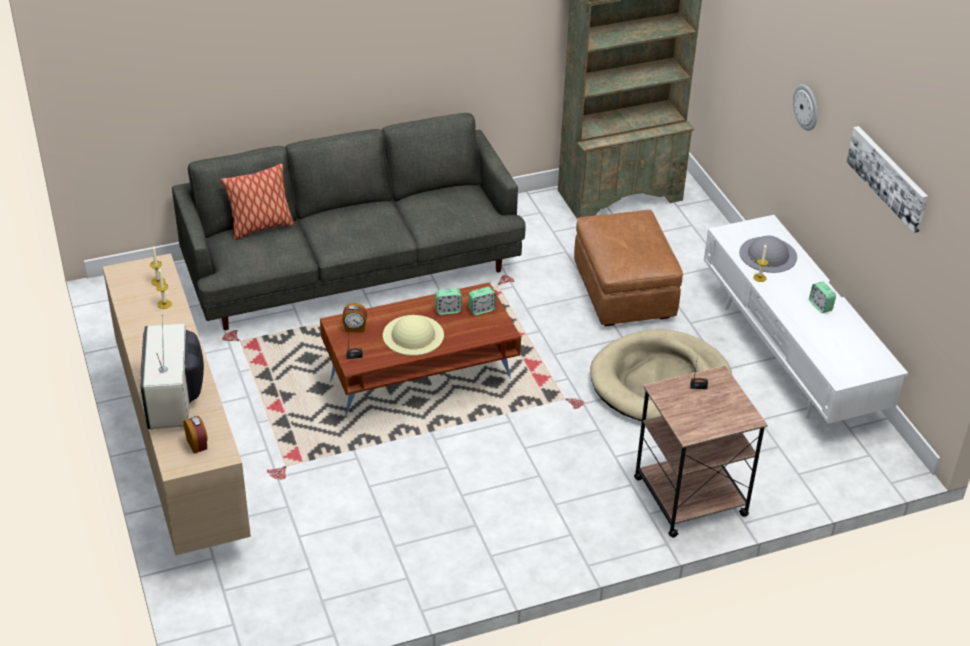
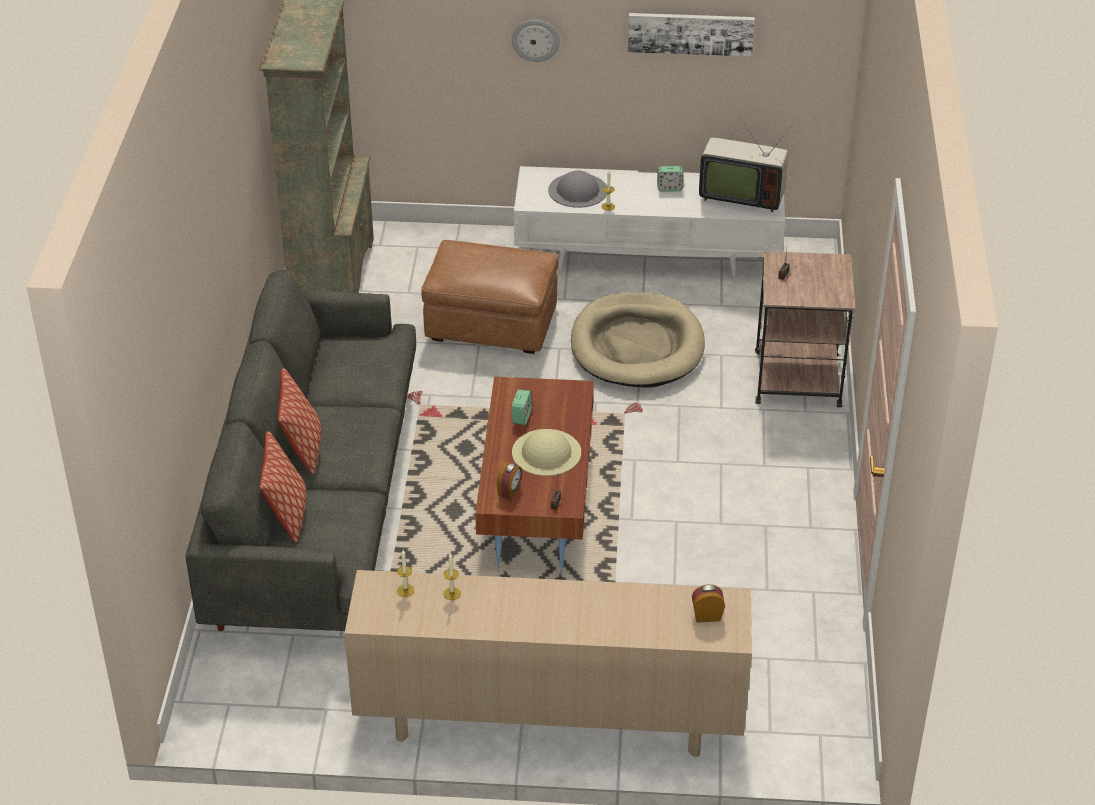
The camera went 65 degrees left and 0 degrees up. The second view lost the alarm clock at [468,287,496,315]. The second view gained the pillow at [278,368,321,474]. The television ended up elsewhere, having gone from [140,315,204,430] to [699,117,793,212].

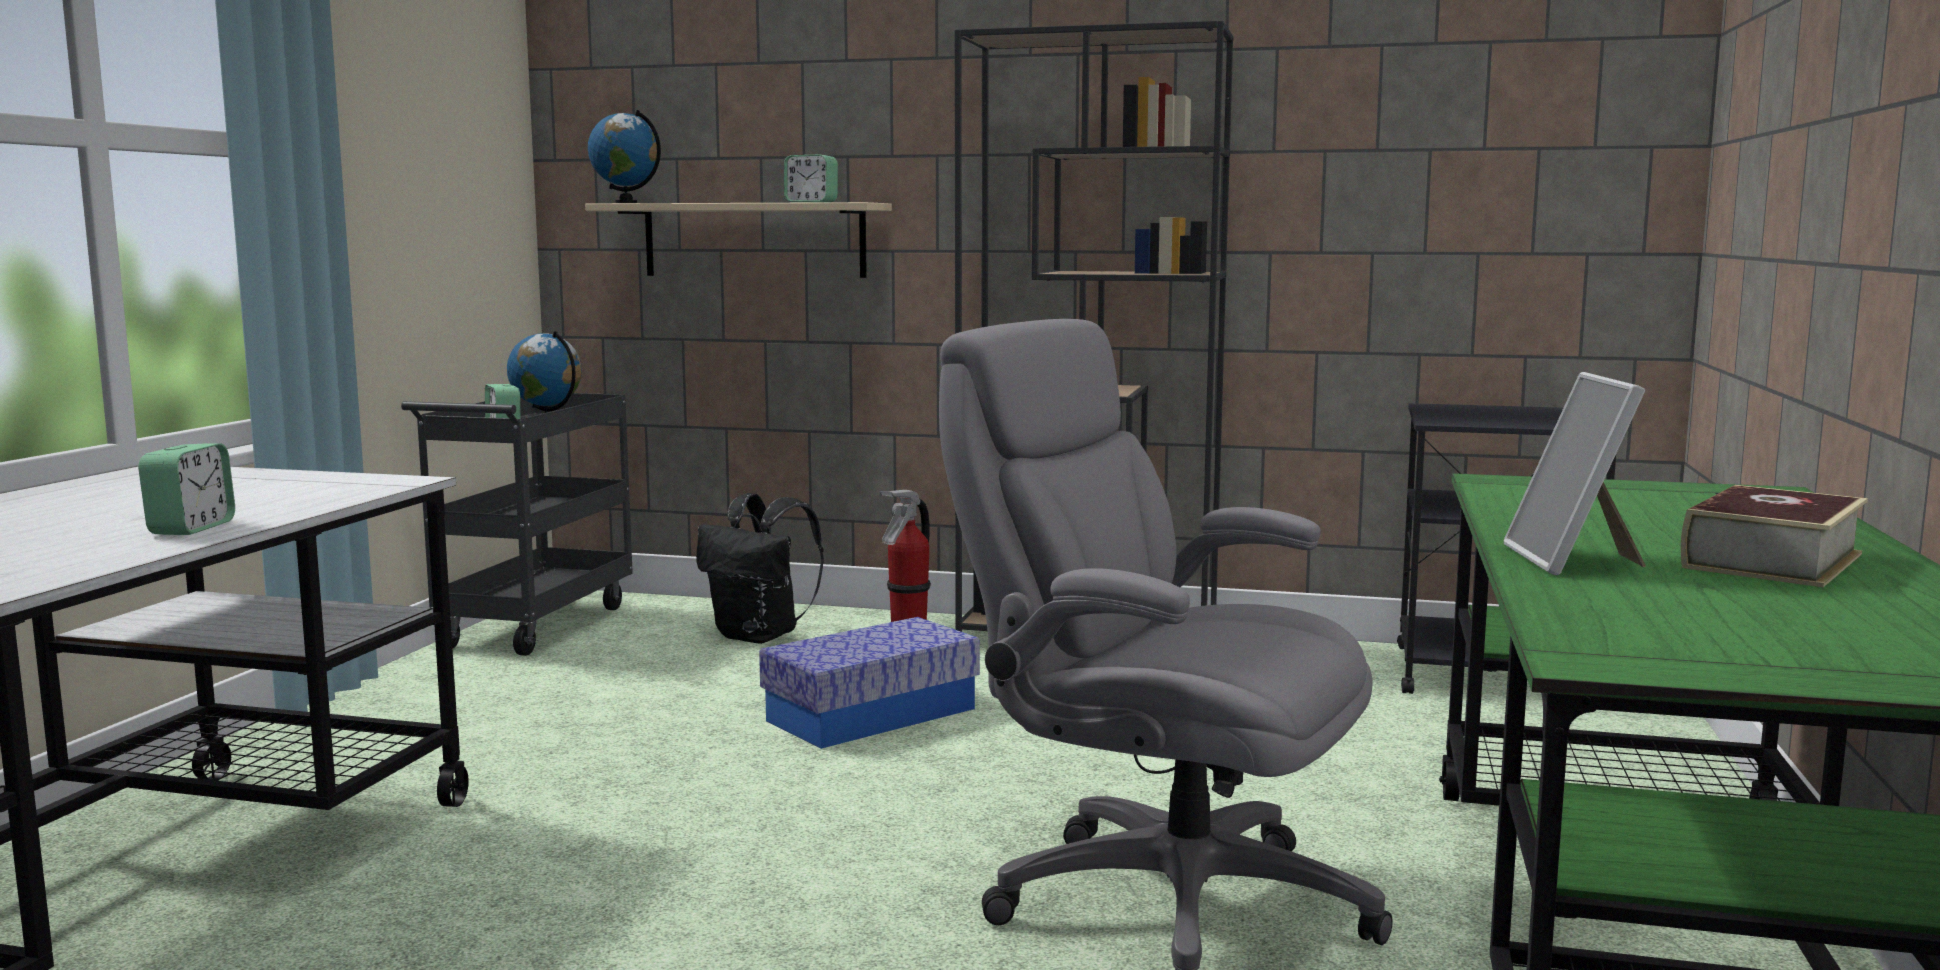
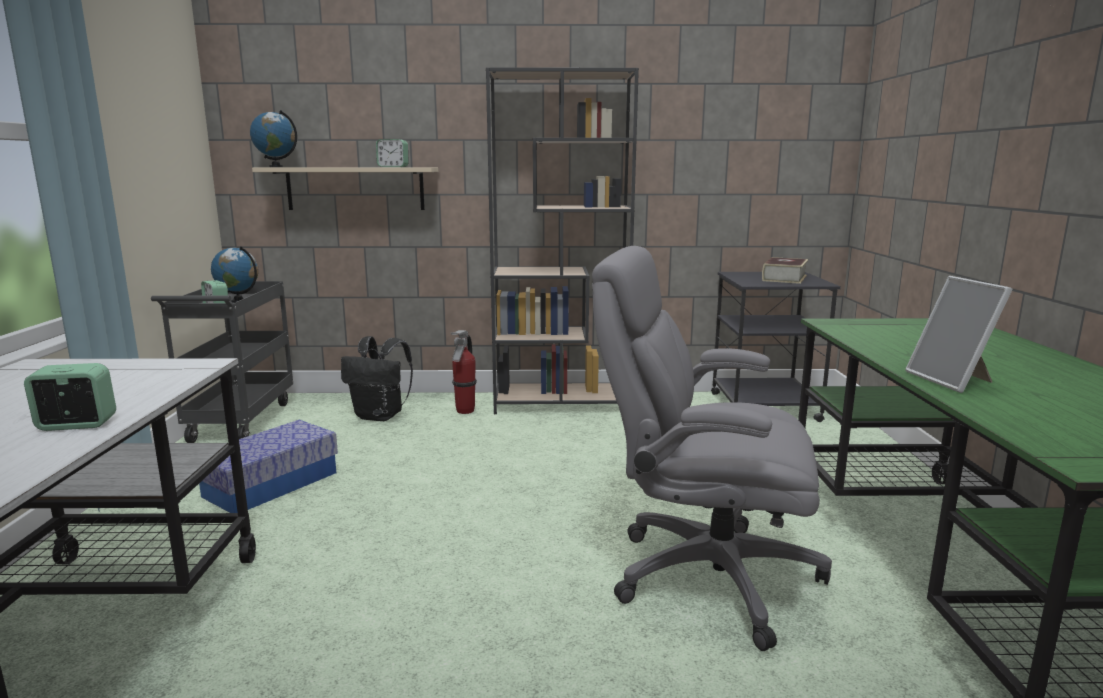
The camera went 15 degrees left and 5 degrees up. The storage box ended up elsewhere, having gone from [759,617,980,749] to [199,420,338,513]. The book ended up elsewhere, having gone from [1681,485,1868,587] to [762,257,808,284]. The alarm clock at [138,443,235,535] ended up facing another way, 90 degrees counterclockwise from before.

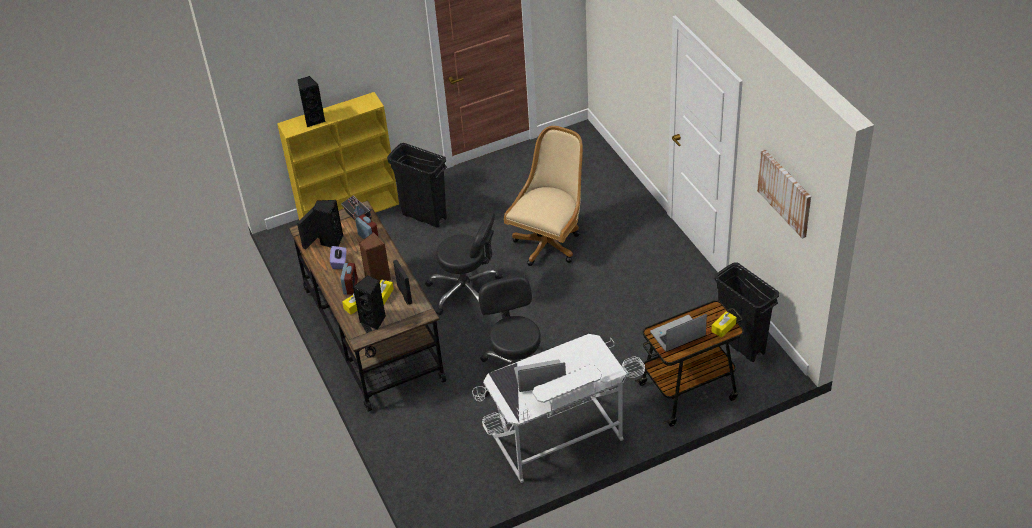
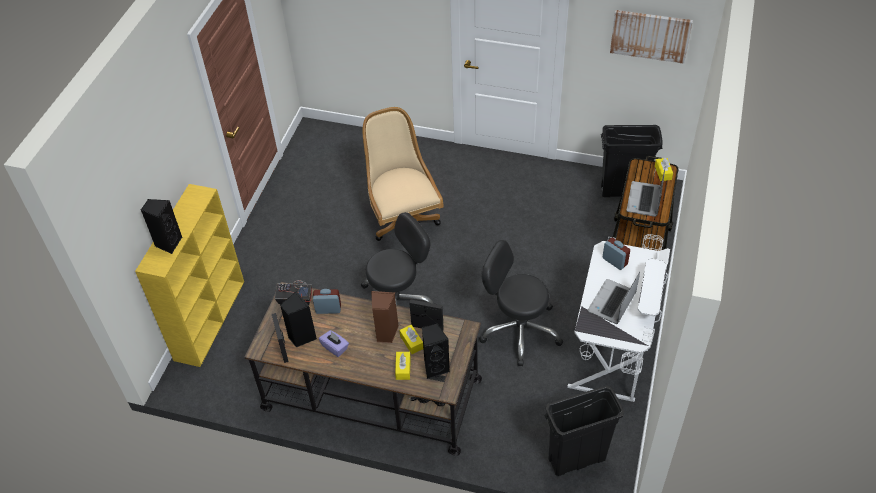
The camera went 50 degrees left and 5 degrees up. The alarm clock ended up elsewhere, having gone from [340,263,358,295] to [603,237,630,270]. The black trash can ended up elsewhere, having gone from [387,143,447,227] to [544,385,624,476].

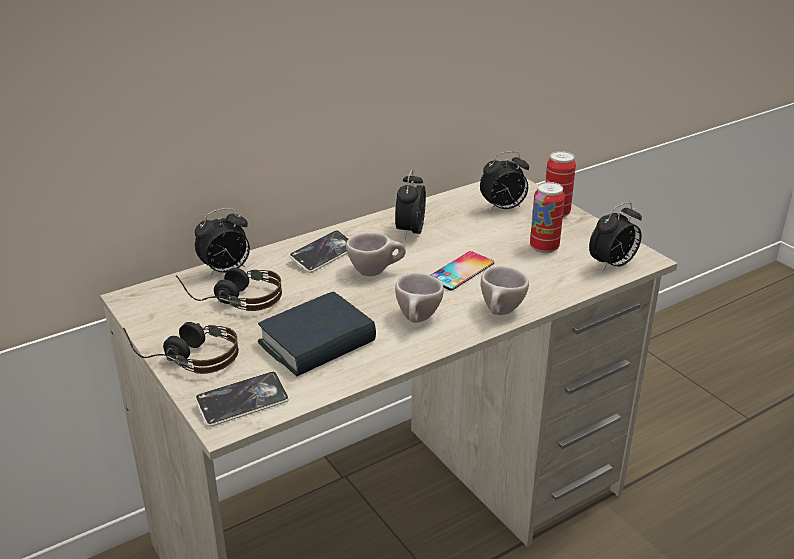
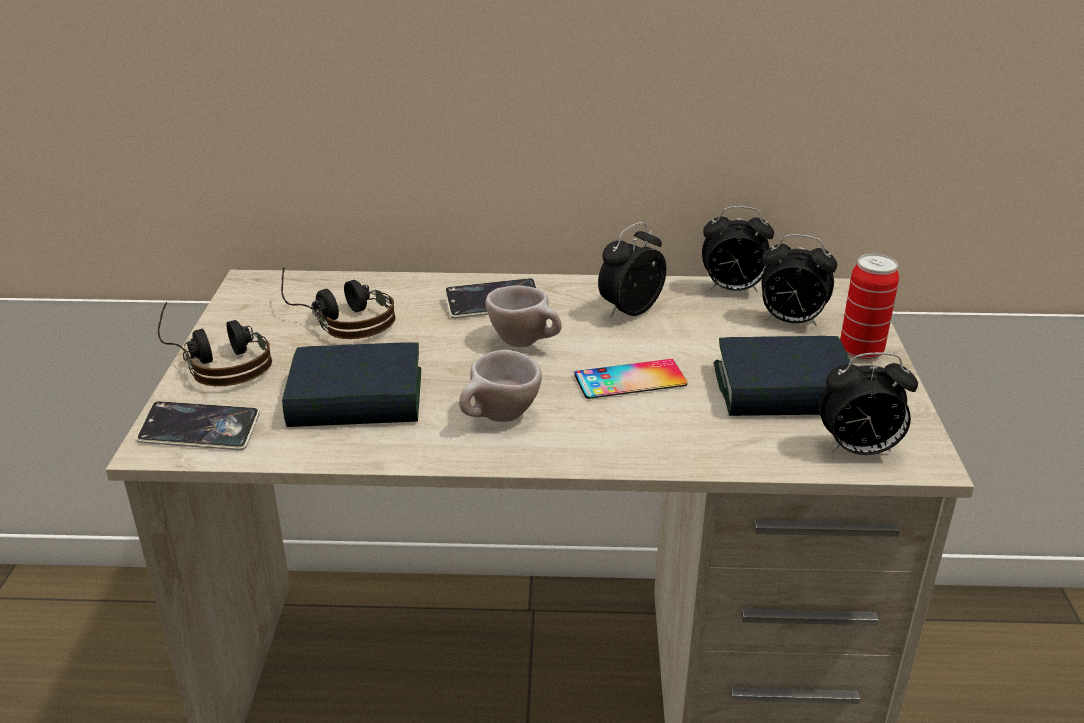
The camera went 35 degrees right and 0 degrees up. The second view lost the beige cup at [481,266,529,315]. The alarm clock ended up elsewhere, having gone from [195,208,250,277] to [702,206,774,292]. Where the can stood at [530,182,565,254], the book came to stand at [714,336,850,416].

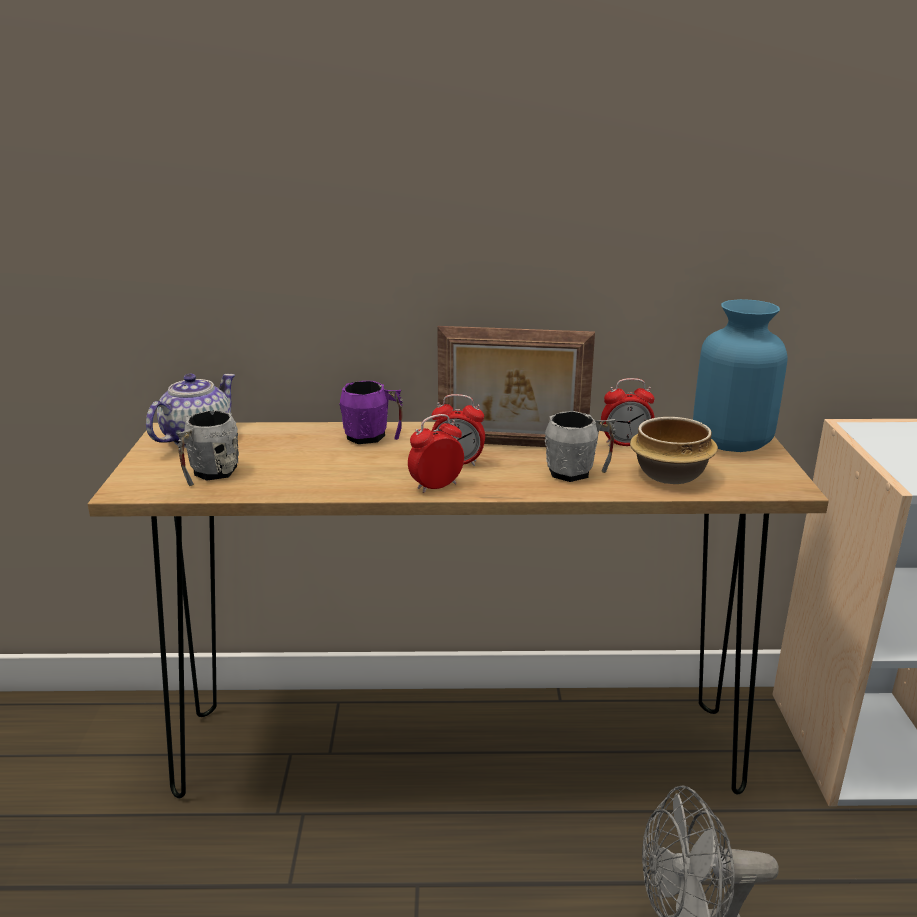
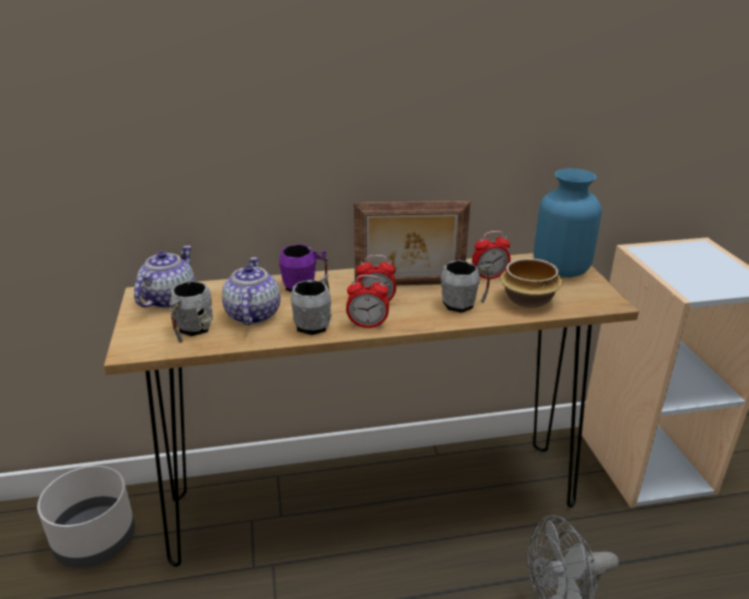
The camera went 10 degrees left and 5 degrees up. The second view gained the grey planter at [37,465,135,568]. The second view gained the teapot at [222,257,280,325]. The second view gained the grey mug at [291,274,332,335]. The alarm clock at [408,414,464,493] ended up facing another way, 135 degrees counterclockwise from before.

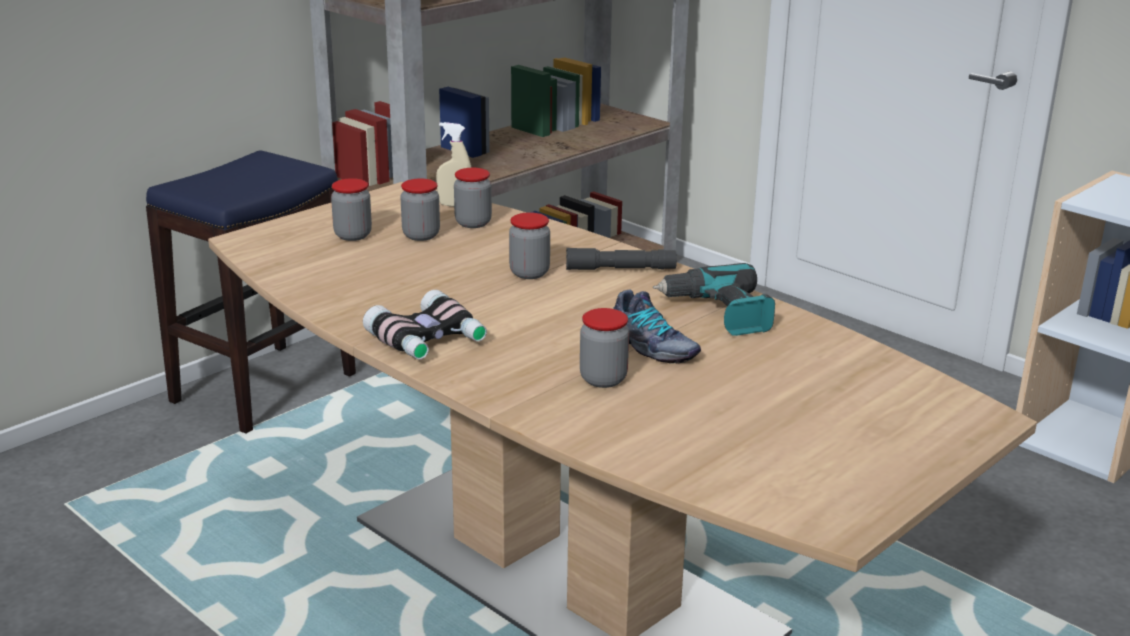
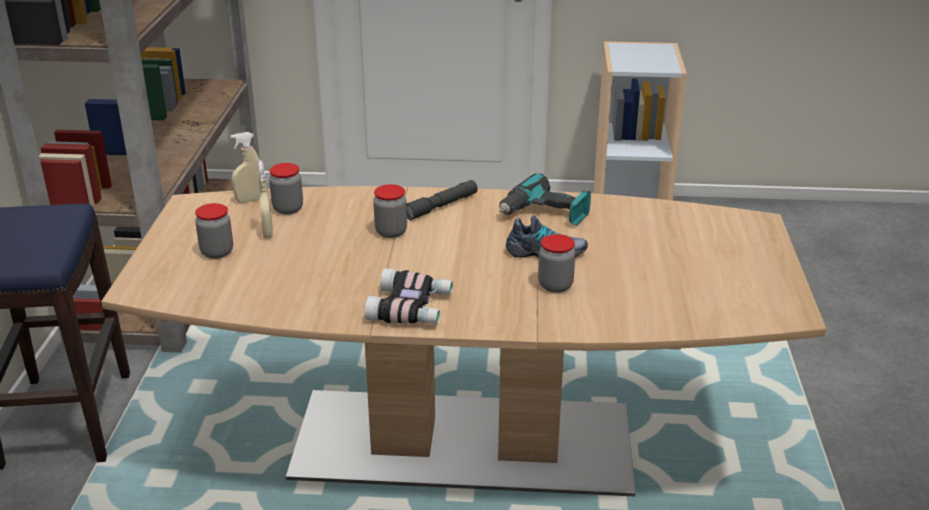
The camera went 40 degrees left and 5 degrees up. Where the jar stood at [400,178,440,241], the beige spray bottle came to stand at [258,161,273,238].

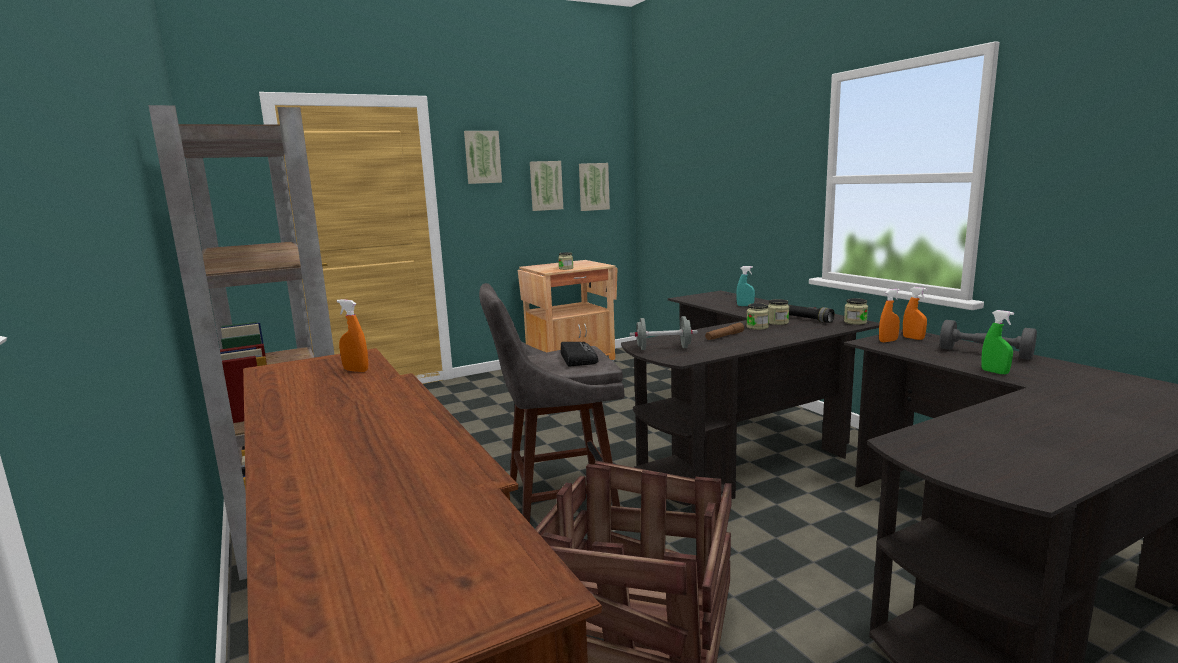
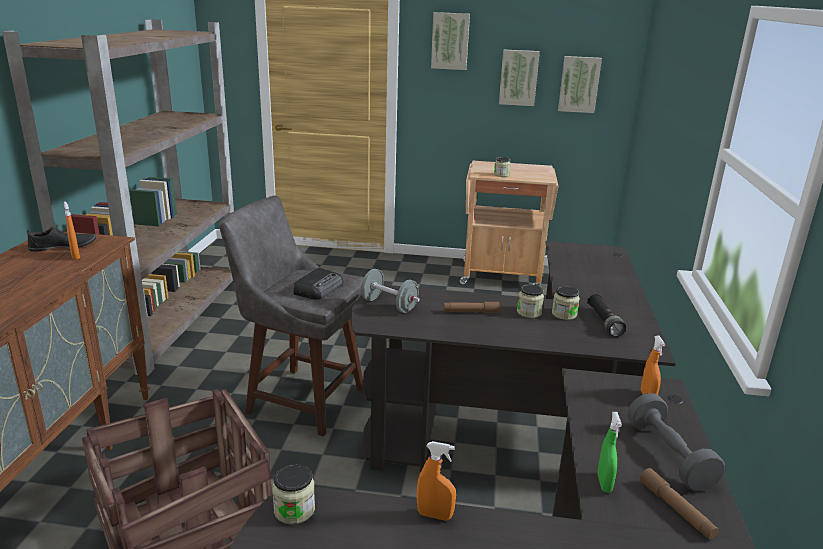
The camera went 35 degrees right and 10 degrees up. The second view lost the turquoise spray bottle at [736,266,755,306]. The second view gained the black shoe at [27,226,96,252]. The second view gained the brown flashlight at [640,468,718,539]. The jar ended up elsewhere, having gone from [844,298,868,325] to [272,464,315,524]. The orange spray bottle ended up elsewhere, having gone from [879,289,900,342] to [417,441,456,521].

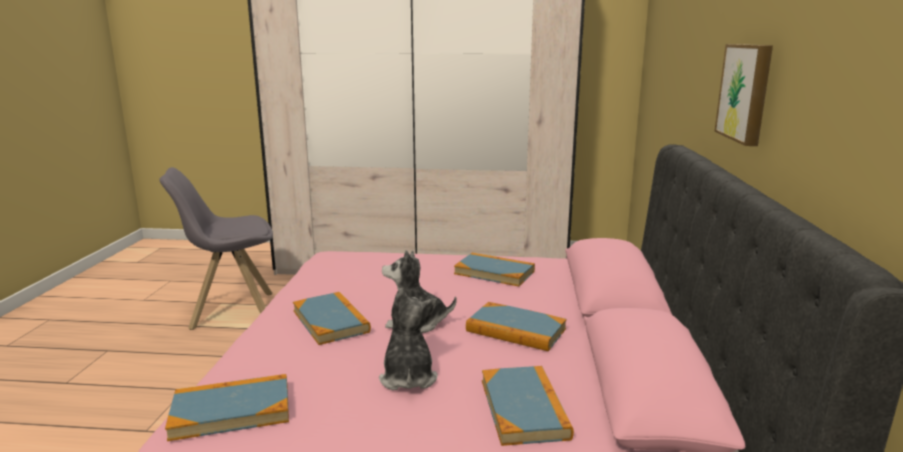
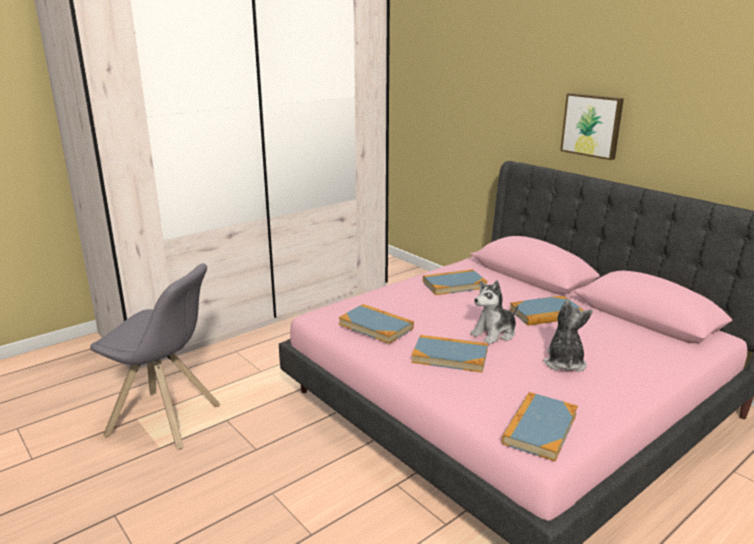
The camera went 45 degrees left and 5 degrees up. The book ended up elsewhere, having gone from [482,366,574,446] to [339,304,414,344]. The grey chair at [159,167,273,330] ended up facing another way, 105 degrees counterclockwise from before. The plush toy at [379,288,438,390] ended up facing another way, 60 degrees clockwise from before.

